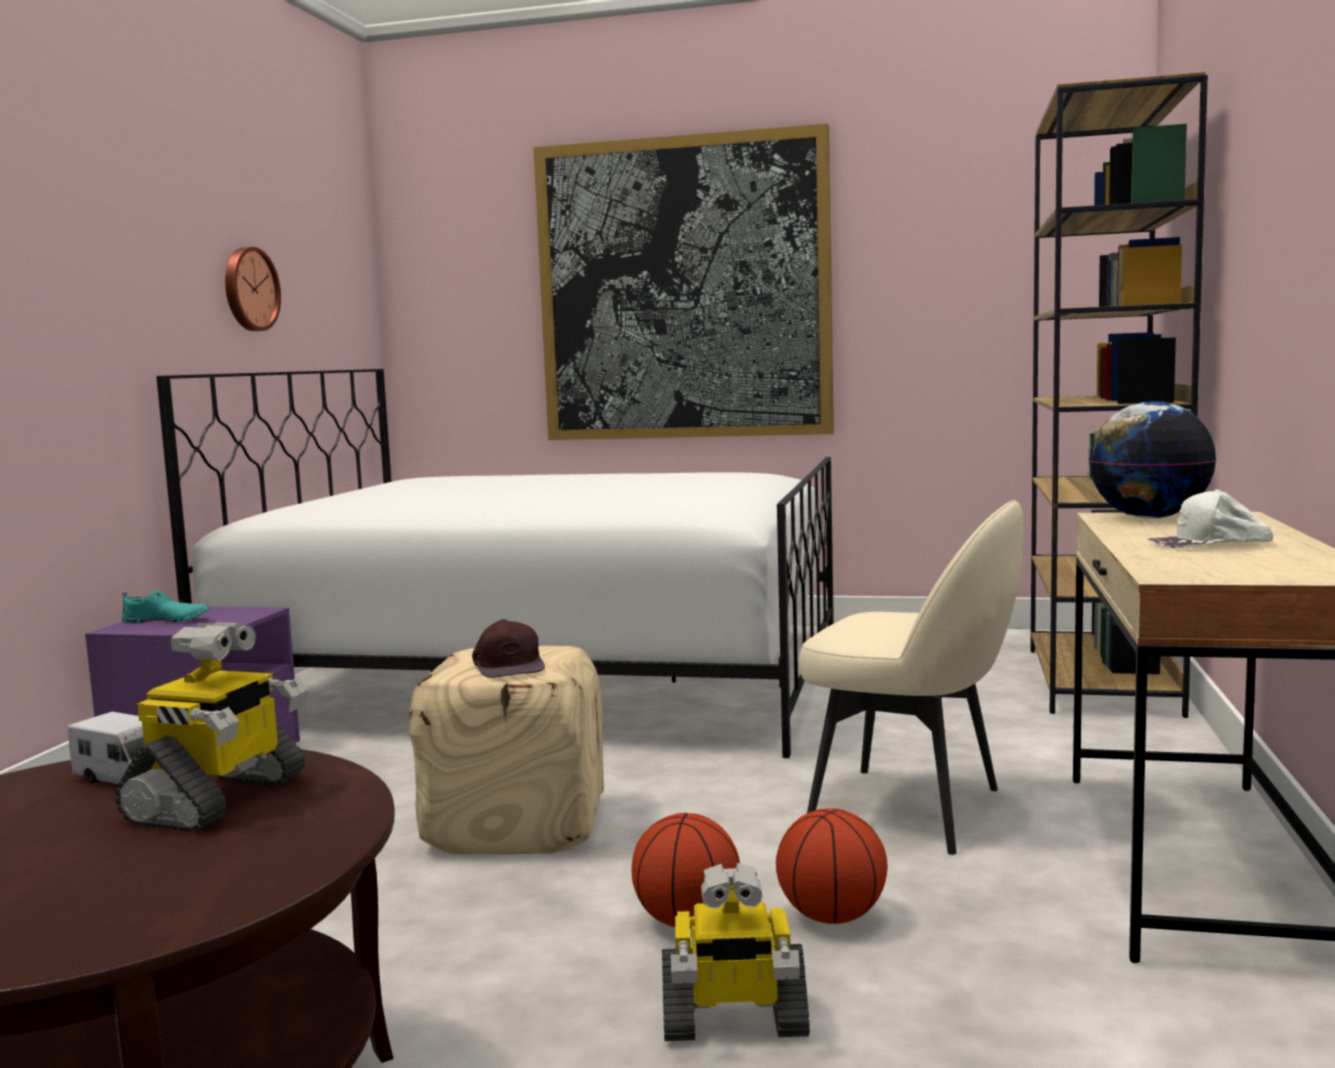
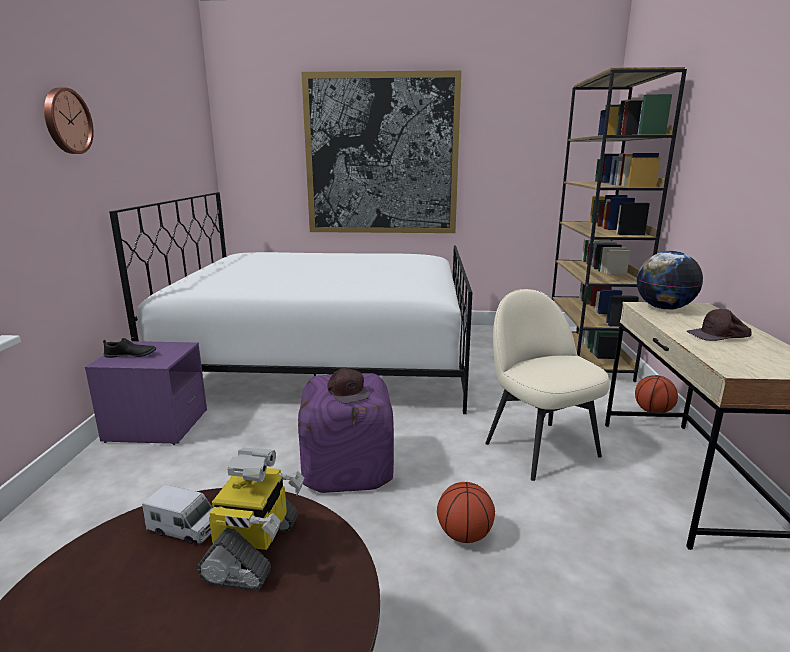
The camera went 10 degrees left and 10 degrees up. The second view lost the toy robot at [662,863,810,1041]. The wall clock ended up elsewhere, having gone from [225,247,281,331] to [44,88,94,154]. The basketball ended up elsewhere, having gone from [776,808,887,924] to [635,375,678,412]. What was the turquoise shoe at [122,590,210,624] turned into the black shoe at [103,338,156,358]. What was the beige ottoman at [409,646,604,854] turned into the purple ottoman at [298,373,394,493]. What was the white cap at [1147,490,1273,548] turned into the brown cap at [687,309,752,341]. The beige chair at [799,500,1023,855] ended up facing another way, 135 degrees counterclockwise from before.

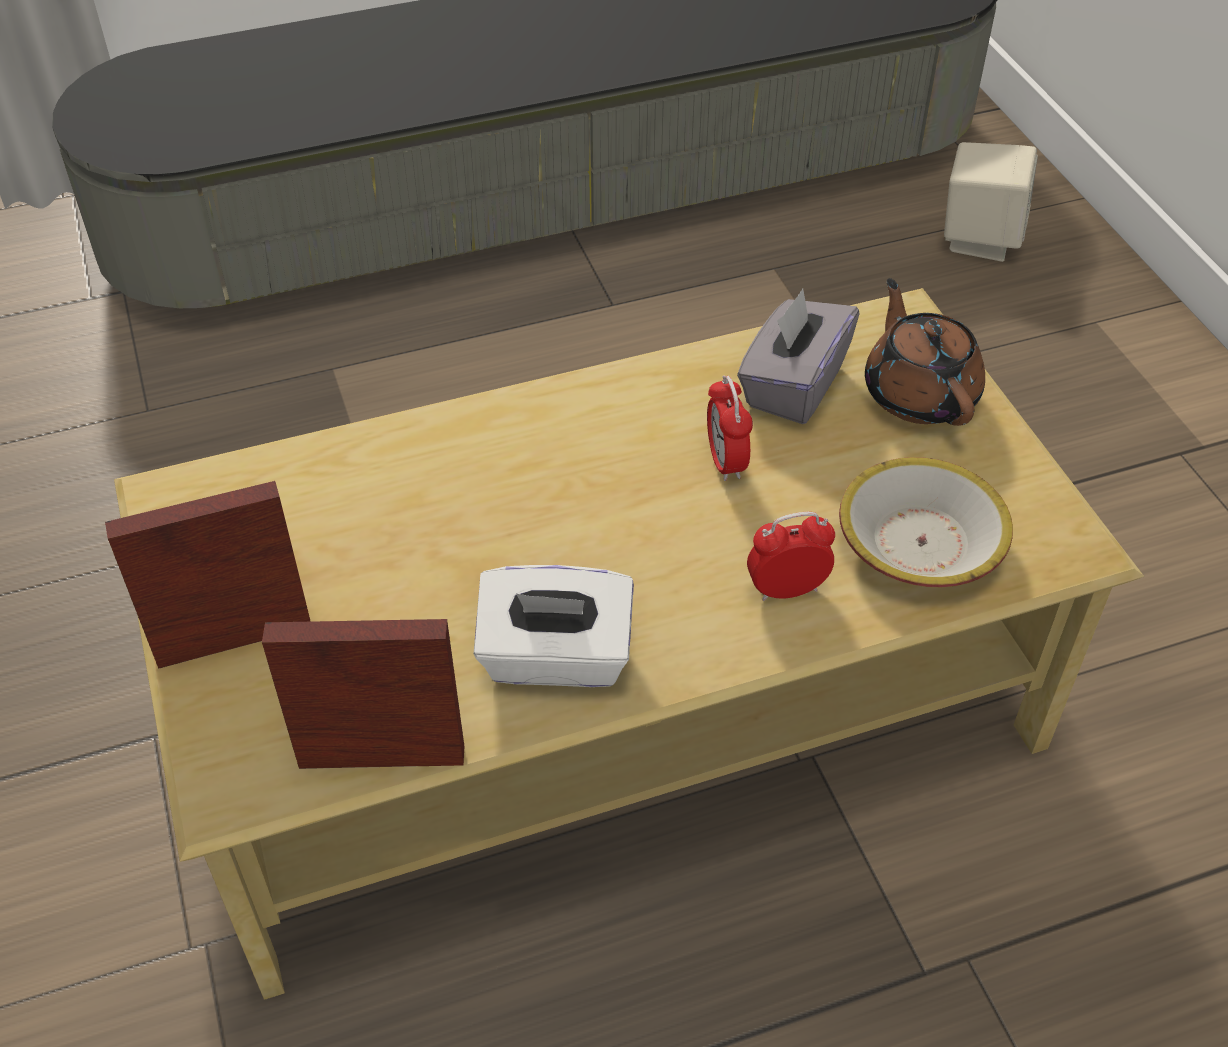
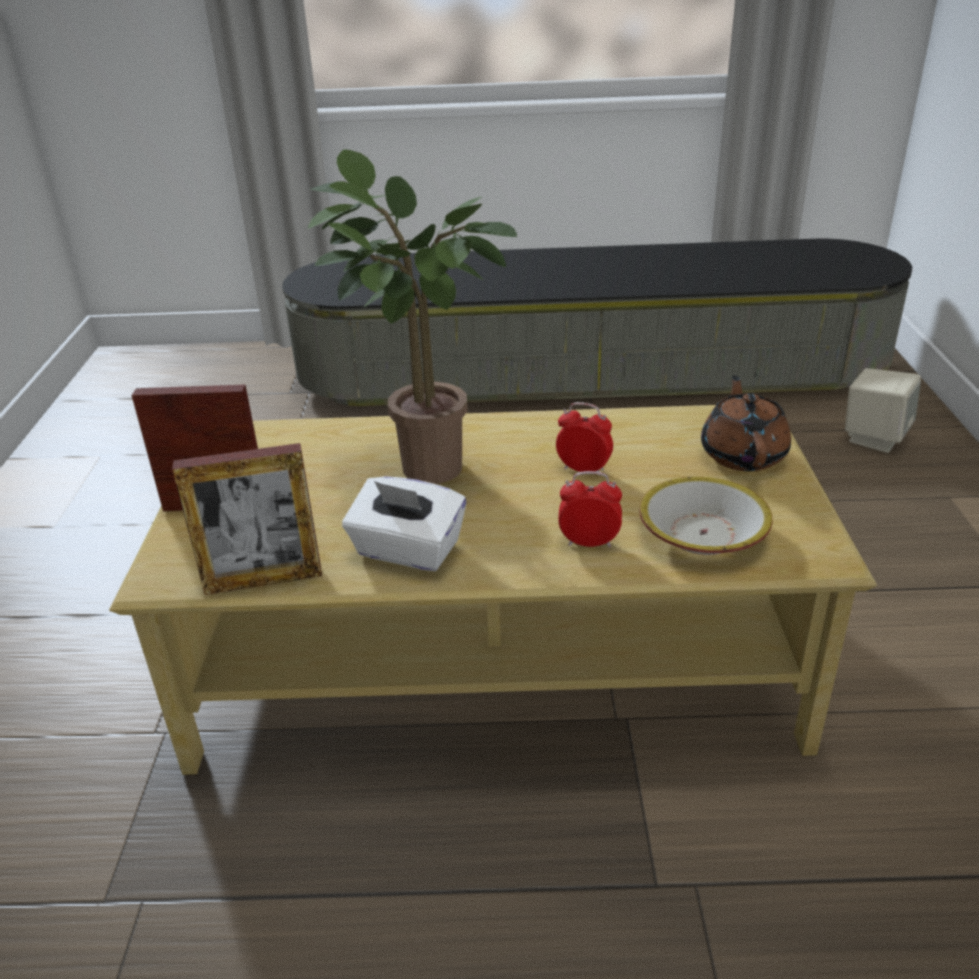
The camera went 20 degrees right and 15 degrees down. The second view lost the grey tissue box at [737,289,860,424]. The second view gained the potted plant at [308,149,517,484]. The picture frame at [262,619,464,769] ended up facing another way, 150 degrees clockwise from before. The alarm clock at [707,375,753,481] ended up facing another way, 105 degrees clockwise from before.

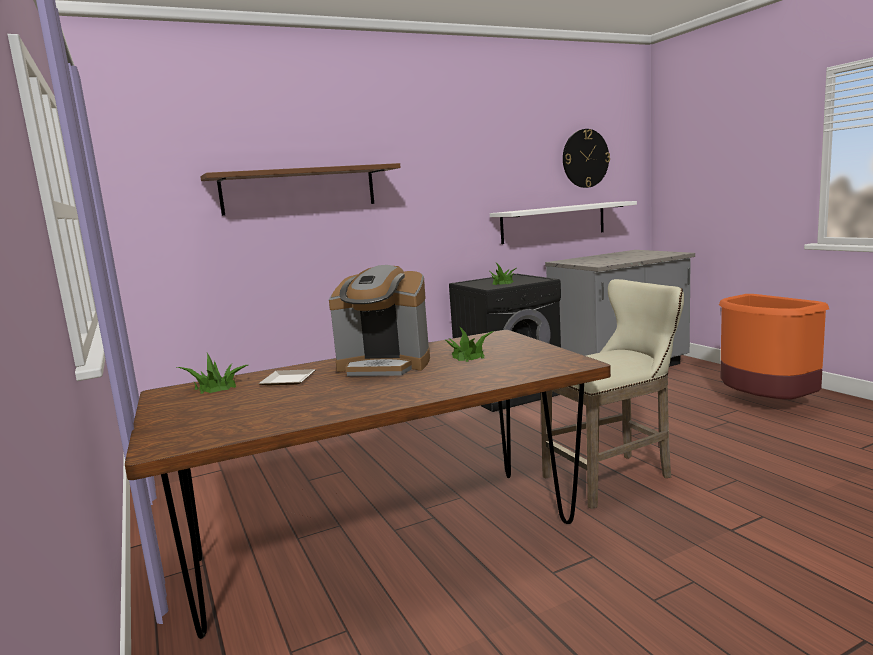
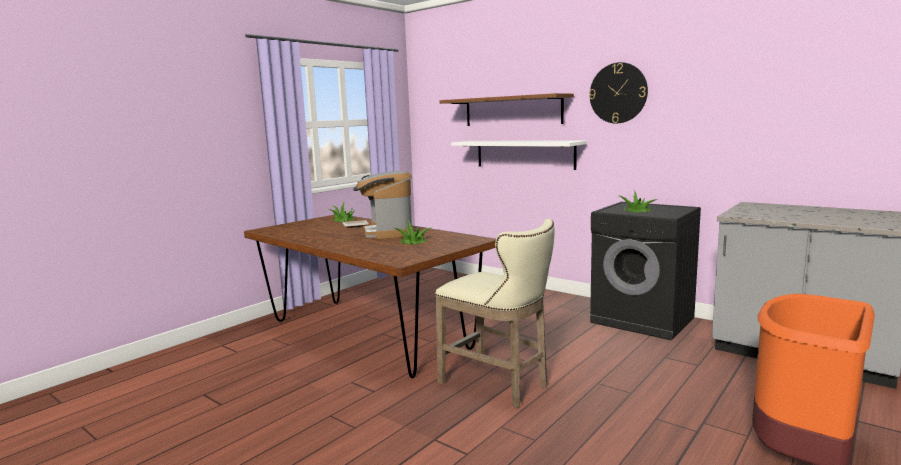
The camera went 65 degrees right and 0 degrees up. The white shelf ended up elsewhere, having gone from [490,201,637,244] to [451,141,587,170]. The wall clock ended up elsewhere, having gone from [563,129,610,188] to [589,62,648,123].

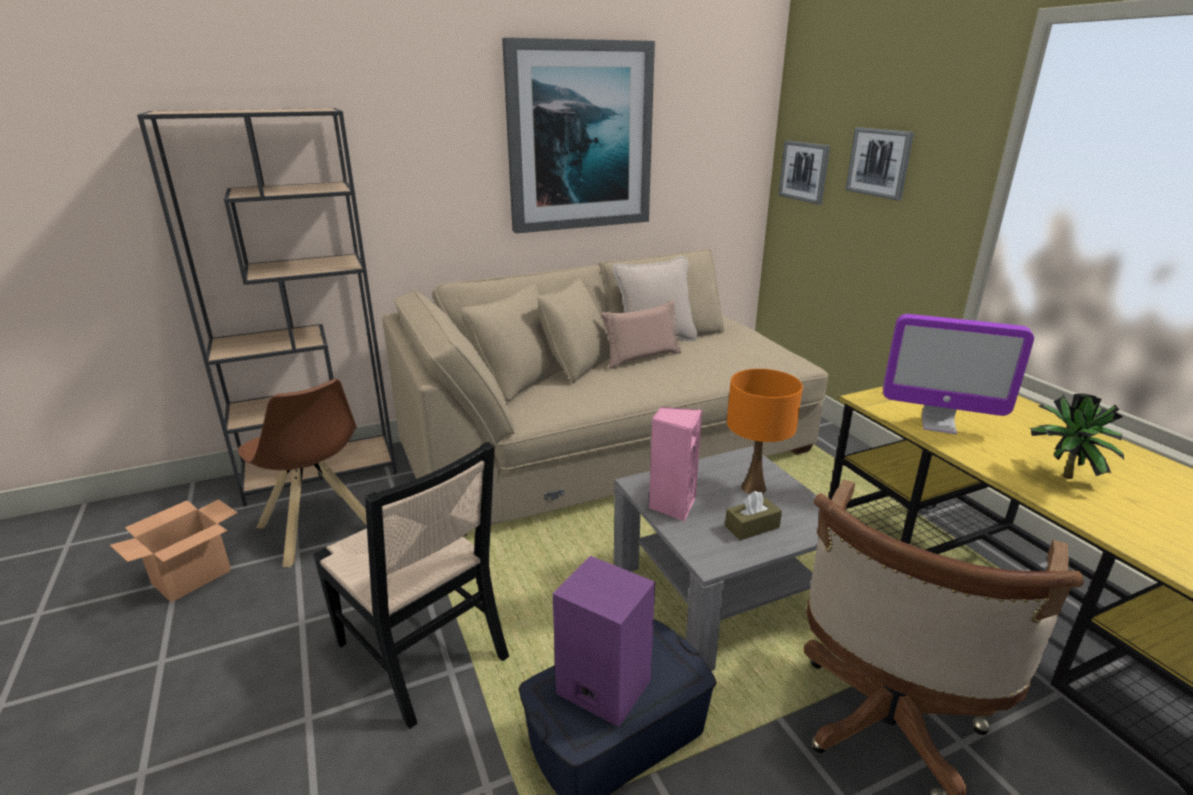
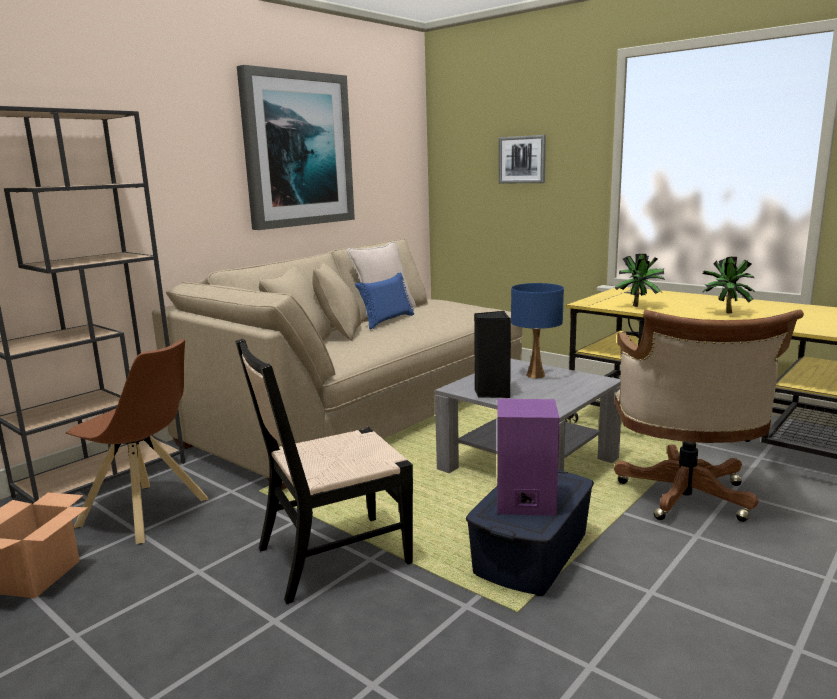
The camera went 25 degrees left and 10 degrees down. The second view lost the brown tissue box at [725,491,782,540]. The second view lost the picture at [778,140,830,205]. Where the monitor stood at [883,314,1034,434], the potted plant came to stand at [614,254,665,307]. What was the beige pillow at [600,300,681,369] turned into the blue pillow at [355,273,414,330]. What was the pink speaker at [648,407,702,521] turned into the black speaker at [474,311,511,398]. What was the orange table lamp at [727,369,803,494] turned into the blue table lamp at [511,283,564,378]. The chair at [313,442,509,729] ended up facing another way, 135 degrees clockwise from before.

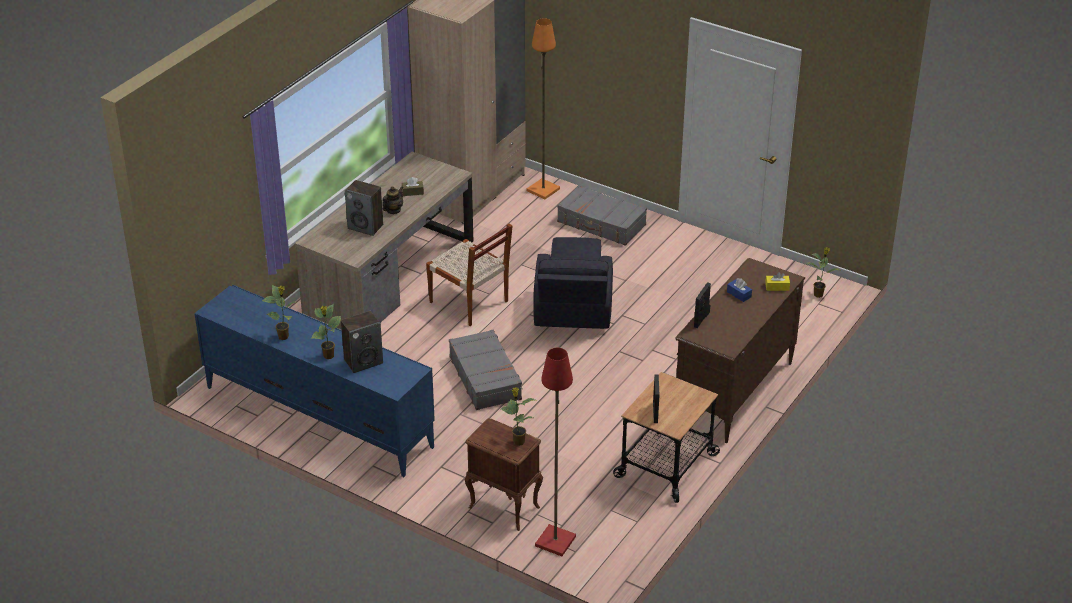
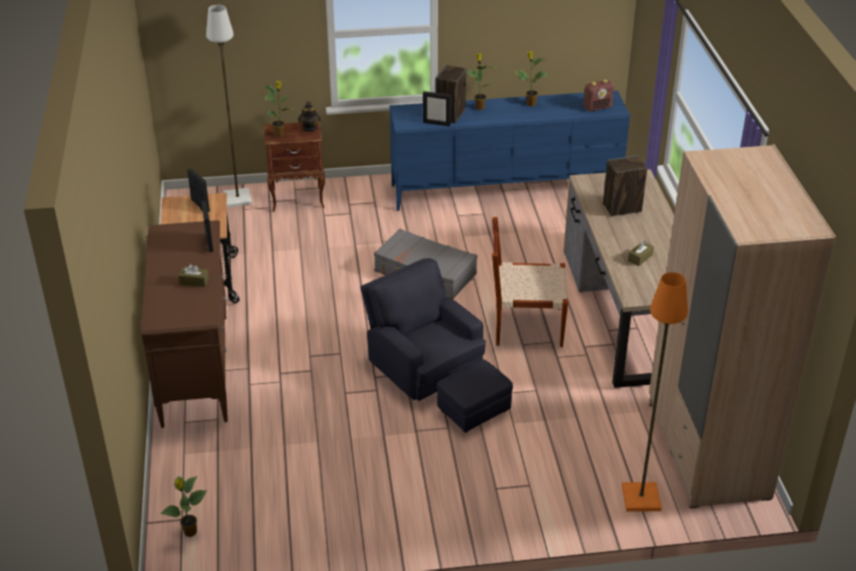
The camera went 140 degrees right and 0 degrees up. The second view lost the grey suitcase at [557,185,647,246]. The second view lost the yellow tissue box at [765,272,790,291]. The second view gained the picture frame at [423,91,451,127]. The second view gained the radio at [584,80,614,112]. The teapot ended up elsewhere, having gone from [383,186,403,214] to [298,101,320,132]. What was the red floor lamp at [535,348,576,556] turned into the white floor lamp at [206,5,252,207]. What was the blue tissue box at [727,278,752,302] turned into the brown tissue box at [178,264,209,287].

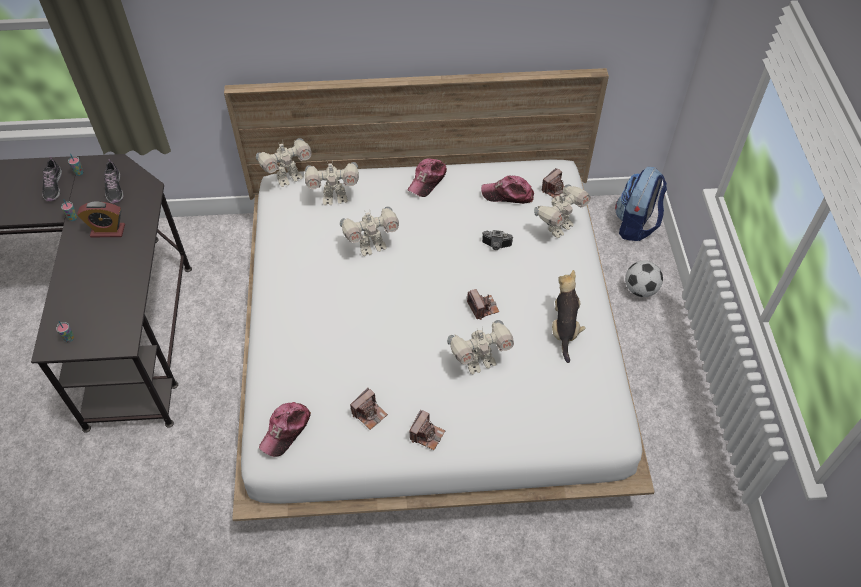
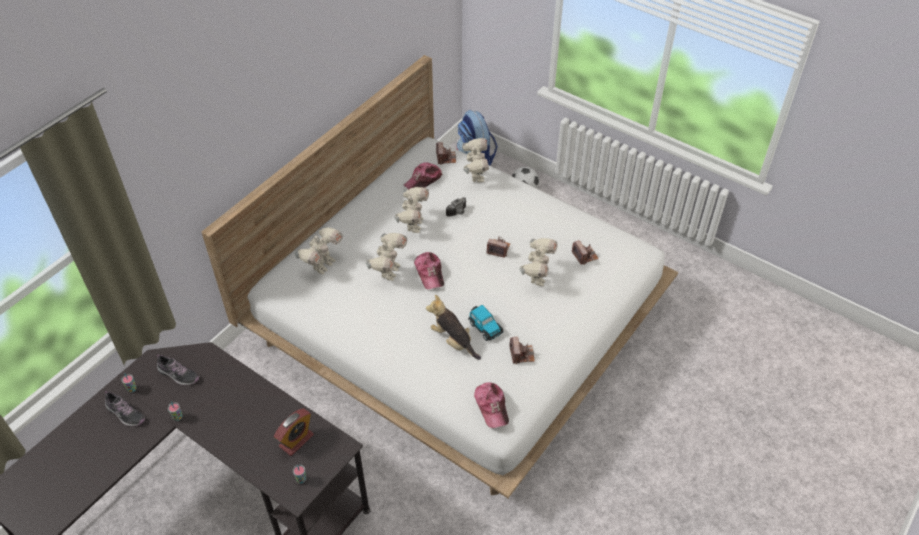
The camera went 50 degrees left and 5 degrees down. The second view gained the toy car at [468,305,503,341]. The alarm clock ended up elsewhere, having gone from [77,201,125,237] to [274,408,314,456]. The toy robot ended up elsewhere, having gone from [256,138,312,187] to [394,187,429,233]. The cap ended up elsewhere, having gone from [407,158,447,197] to [414,252,444,289]. The photo camera ended up elsewhere, having gone from [409,410,445,450] to [572,240,599,265]. The plush toy ended up elsewhere, having gone from [552,270,586,363] to [426,295,481,360].

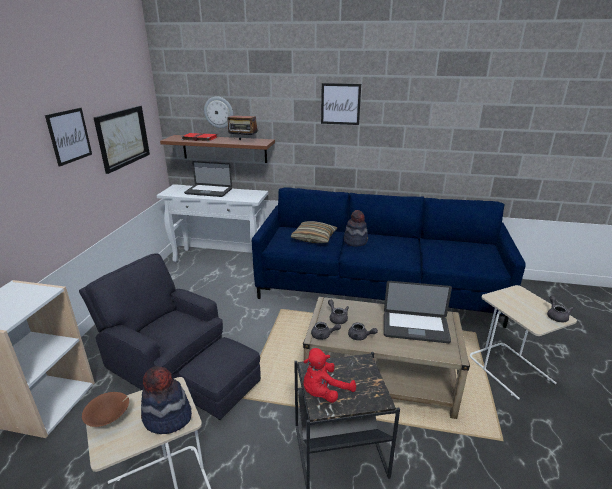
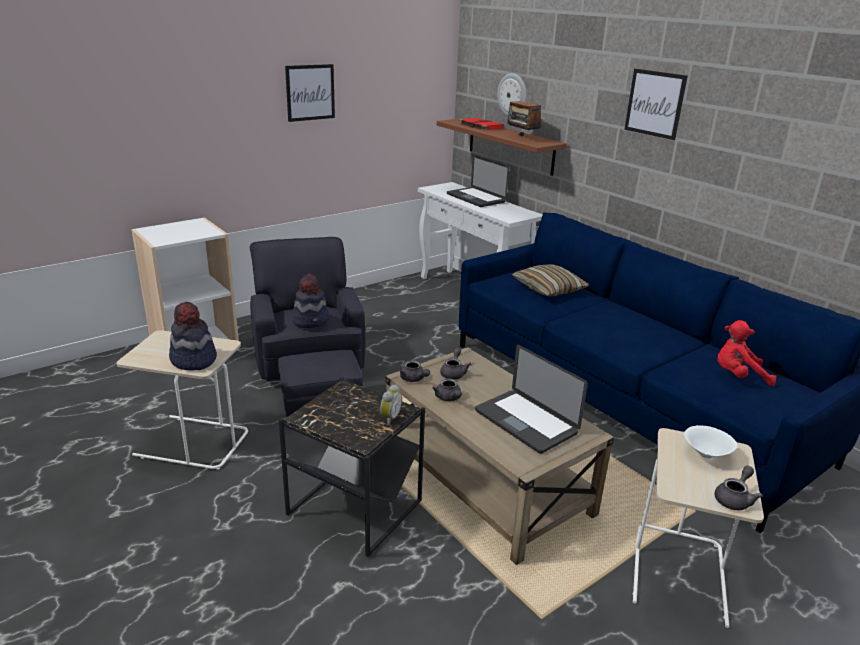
The camera went 40 degrees right and 0 degrees up. The second view lost the brown bowl at [82,392,129,427]. The second view lost the picture at [94,106,150,174]. The second view gained the alarm clock at [380,384,402,425]. The second view gained the white bowl at [684,425,737,458]. The red plush toy ended up elsewhere, having gone from [303,348,356,403] to [717,320,776,386]. The hat ended up elsewhere, having gone from [344,210,368,247] to [292,274,329,328].

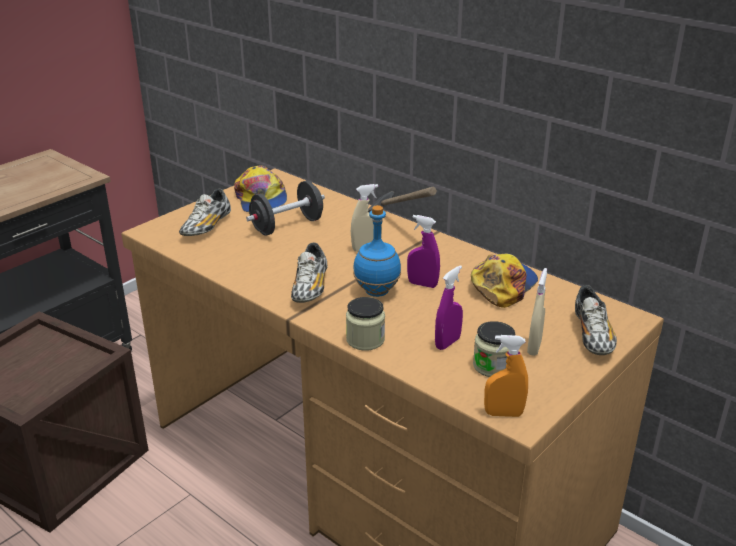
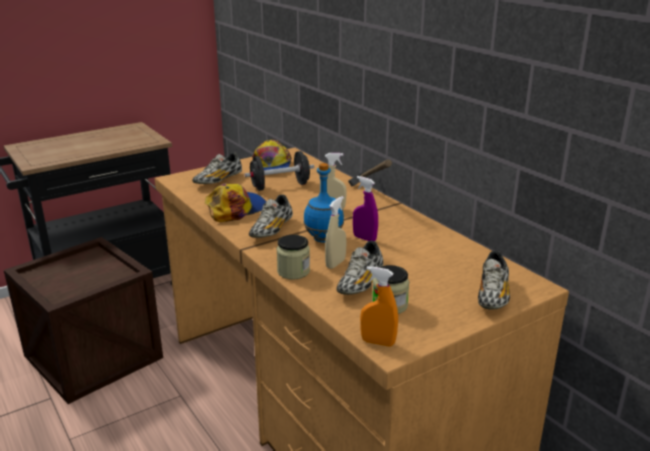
The camera went 15 degrees right and 5 degrees down. The cap ended up elsewhere, having gone from [471,254,538,308] to [205,183,266,222]. The beige spray bottle ended up elsewhere, having gone from [527,268,547,356] to [325,196,346,269]. Where the purple spray bottle stood at [435,265,463,350], the shoe came to stand at [336,241,383,295].

